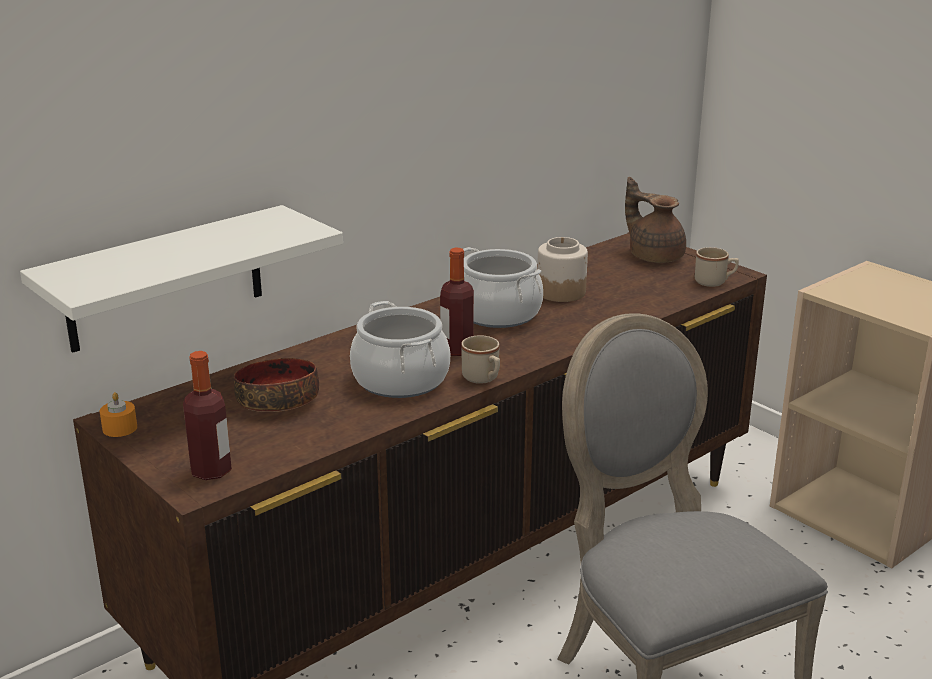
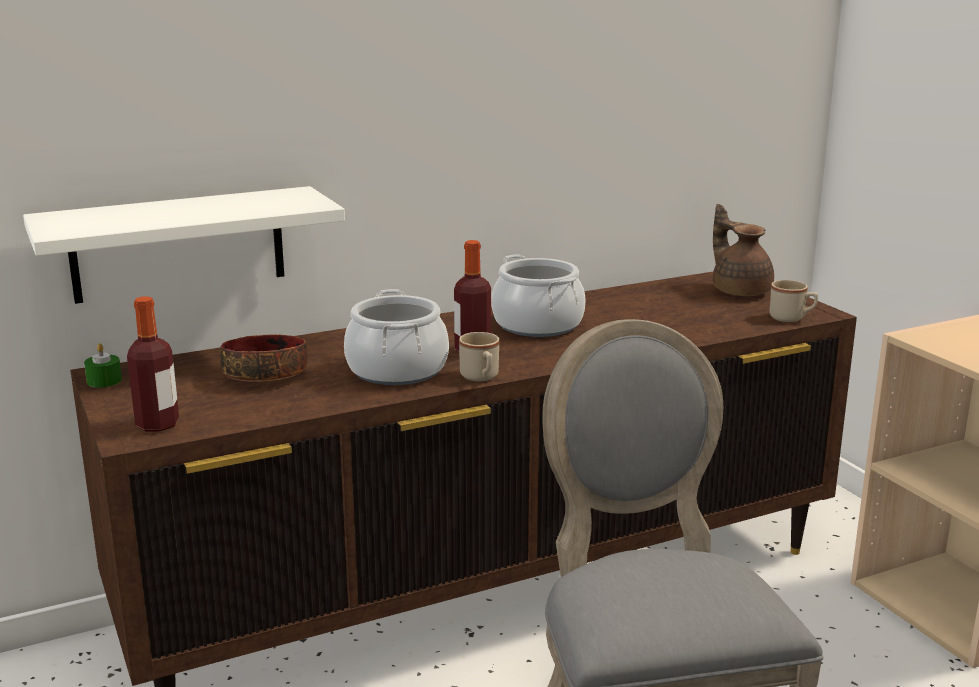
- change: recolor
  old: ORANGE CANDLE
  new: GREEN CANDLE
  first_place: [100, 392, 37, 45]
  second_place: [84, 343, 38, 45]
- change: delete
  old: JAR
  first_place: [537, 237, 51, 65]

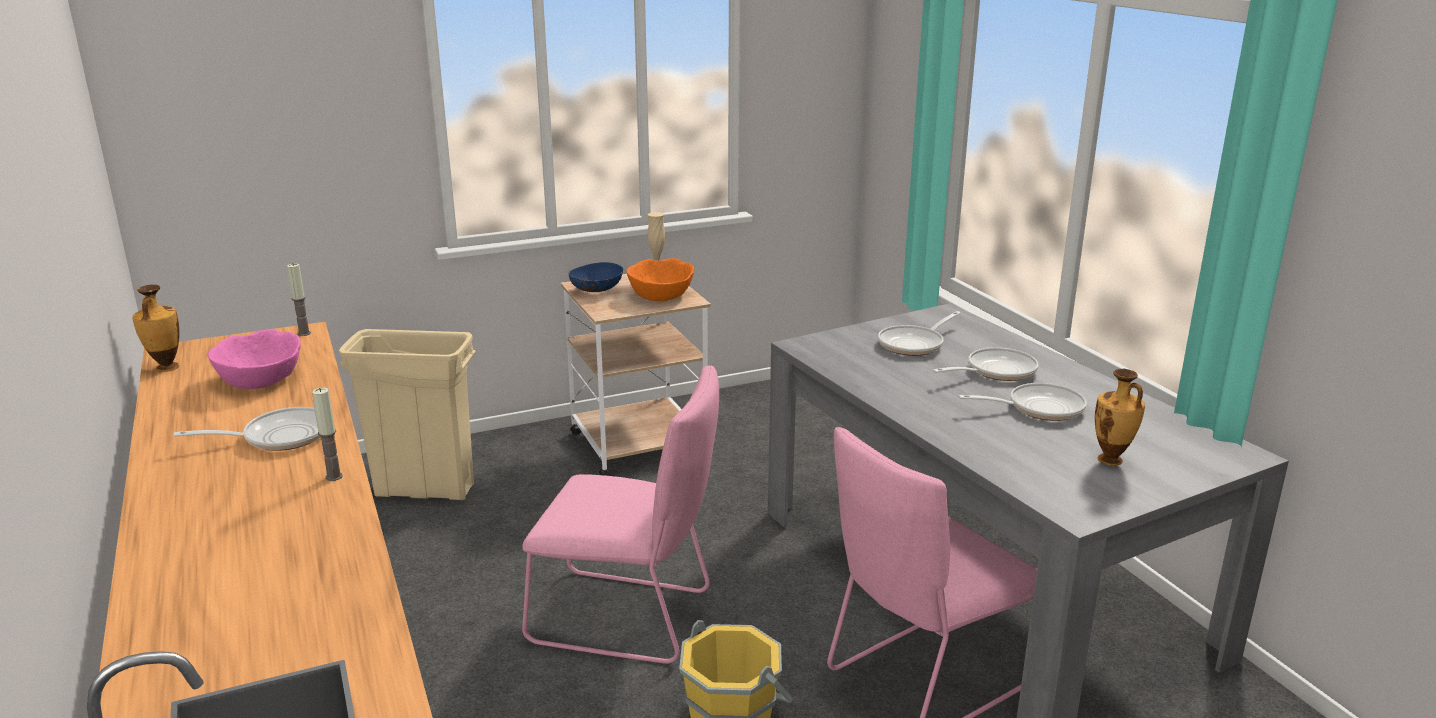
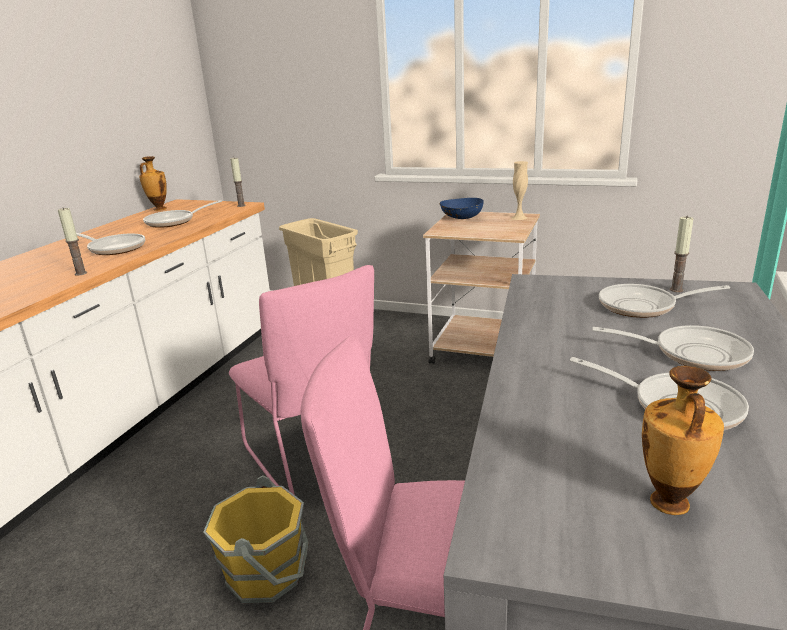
- change: replace
  old: PINK BOWL
  new: FRYING PAN
  first_place: [207, 329, 94, 60]
  second_place: [143, 200, 79, 28]
- change: insert
  new: CANDLE
  second_place: [670, 217, 23, 75]
- change: delete
  old: ORANGE BOWL
  first_place: [627, 258, 67, 43]

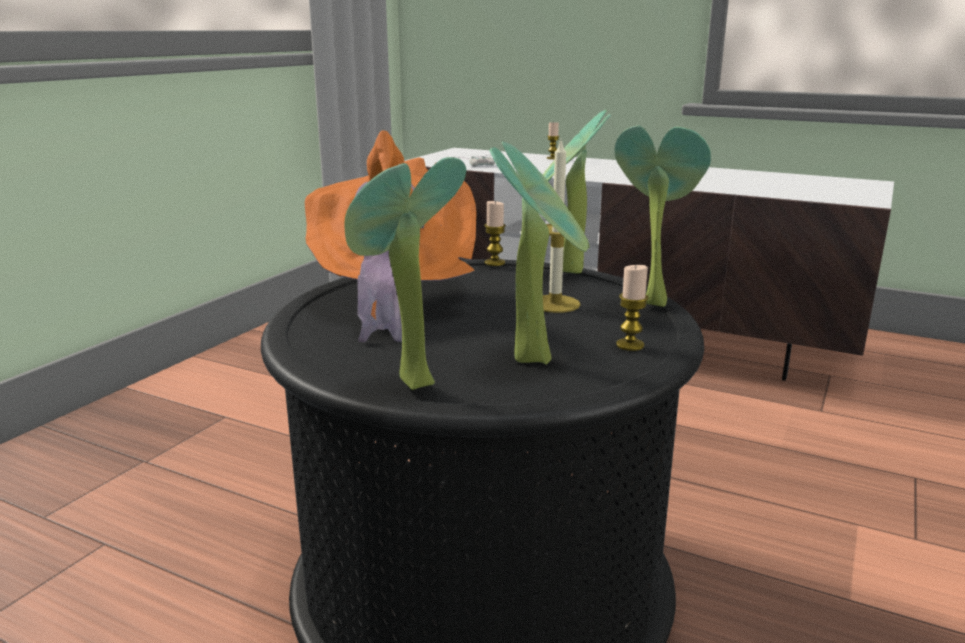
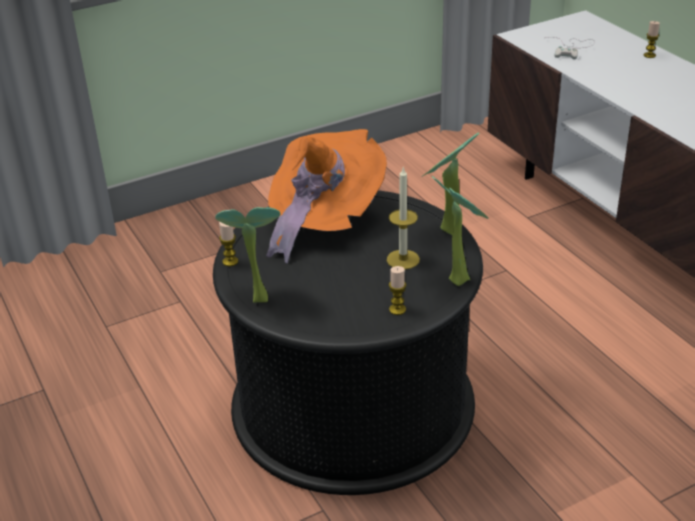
- change: move
  old: CANDLE
  first_place: [484, 201, 22, 65]
  second_place: [219, 222, 19, 44]
- change: delete
  old: POTTED PLANT
  first_place: [489, 141, 101, 224]

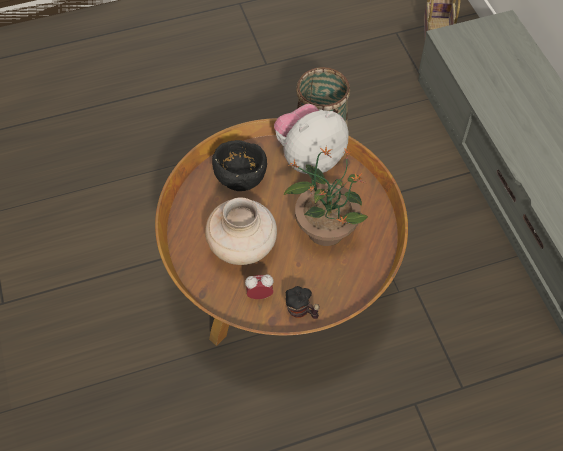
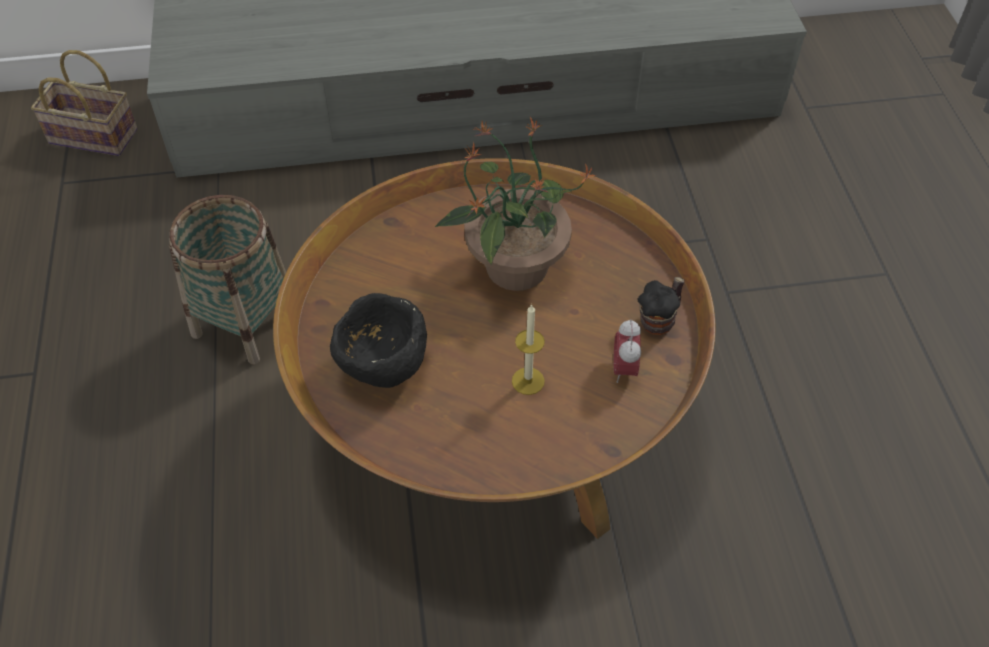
- change: replace
  old: BEIGE VASE
  new: CANDLE
  first_place: [205, 197, 72, 68]
  second_place: [512, 304, 33, 91]
- change: delete
  old: PLUSH TOY
  first_place: [274, 104, 75, 70]

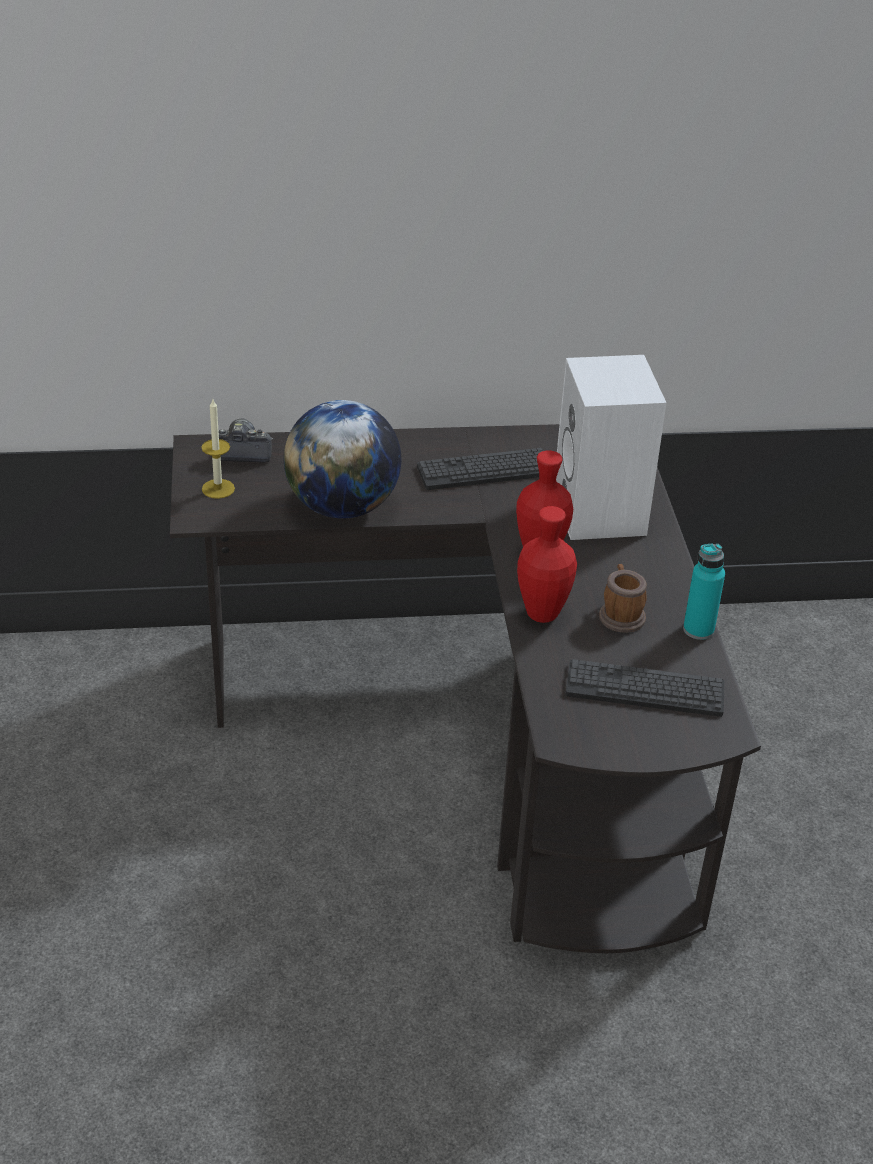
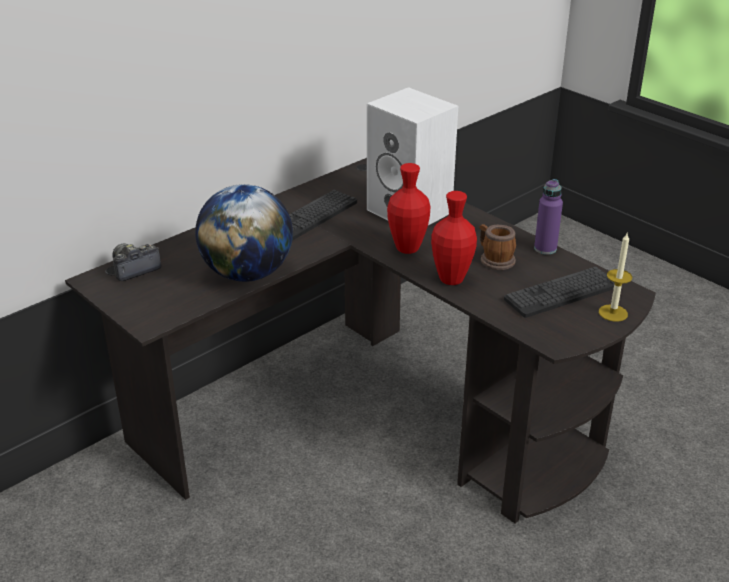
- change: recolor
  old: TURQUOISE BOTTLE
  new: PURPLE BOTTLE
  first_place: [683, 543, 42, 97]
  second_place: [534, 179, 29, 76]
- change: move
  old: CANDLE
  first_place: [201, 399, 34, 100]
  second_place: [599, 233, 33, 89]

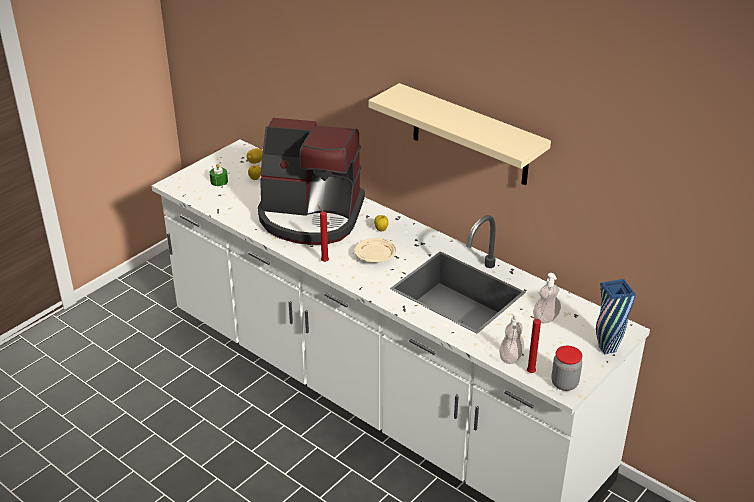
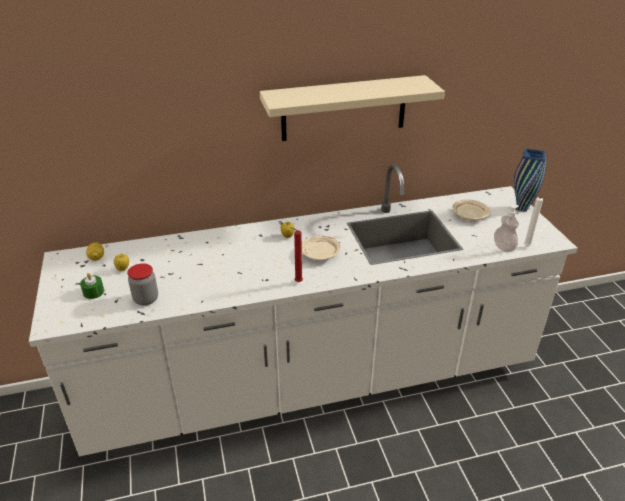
- change: move
  old: JAR
  first_place: [551, 346, 31, 45]
  second_place: [127, 263, 31, 43]
- change: replace
  old: SOAP DISPENSER
  new: BEIGE PLATE
  first_place: [533, 273, 28, 50]
  second_place: [452, 199, 38, 22]
- change: recolor
  old: RED CANDLE
  new: WHITE CANDLE
  first_place: [527, 316, 14, 57]
  second_place: [524, 196, 19, 51]
- change: delete
  old: COFFEE MACHINE
  first_place: [258, 118, 107, 127]

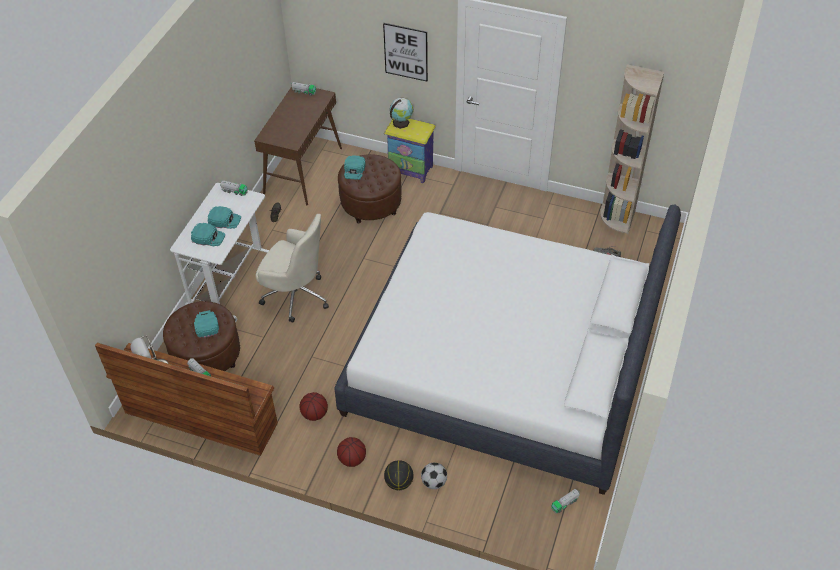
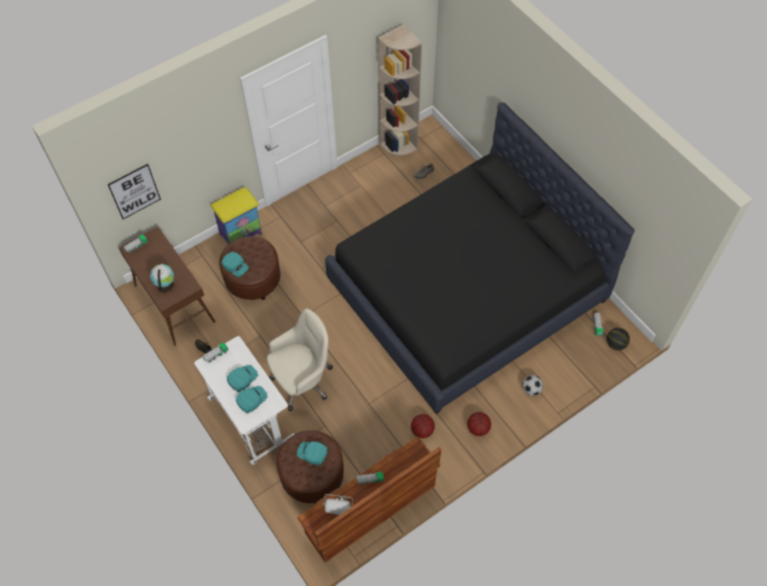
- change: move
  old: PICTURE
  first_place: [383, 23, 45, 58]
  second_place: [108, 164, 53, 55]
- change: move
  old: GLOBE
  first_place: [390, 98, 24, 31]
  second_place: [150, 264, 24, 29]
- change: recolor
  old: WHITE BED
  new: BLACK BED
  first_place: [334, 205, 347, 290]
  second_place: [325, 102, 310, 312]
- change: move
  old: BASKETBALL
  first_place: [384, 460, 30, 30]
  second_place: [607, 328, 23, 22]

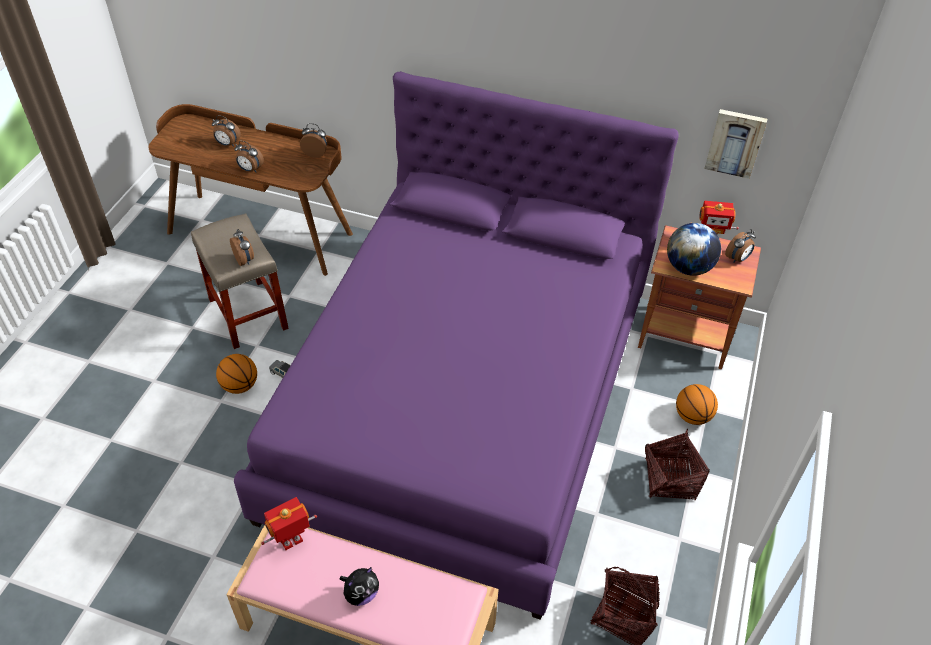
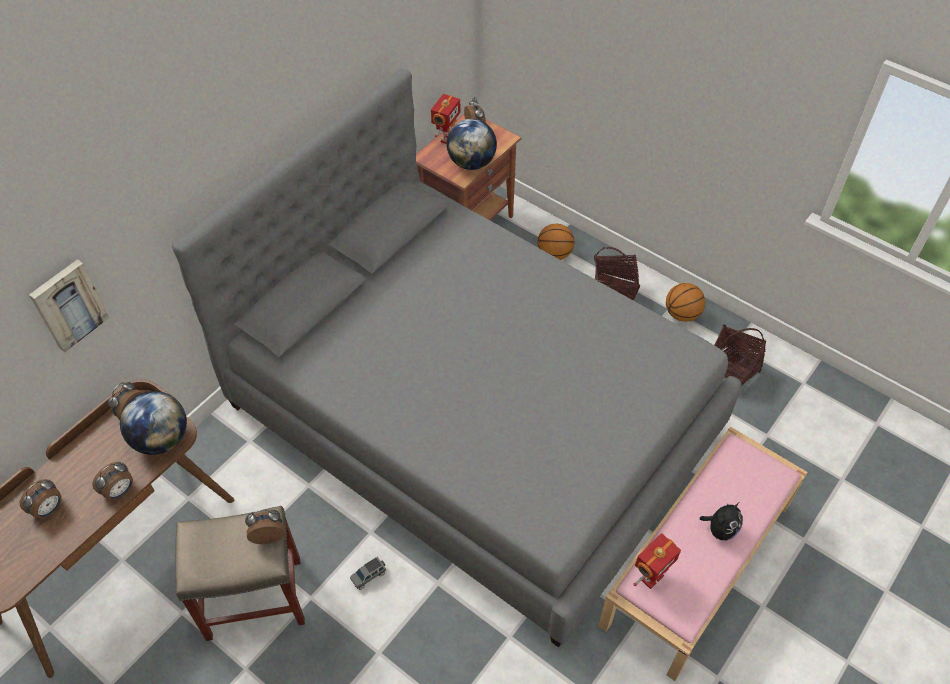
- change: move
  old: PICTURE
  first_place: [704, 109, 63, 70]
  second_place: [29, 259, 80, 93]
- change: insert
  new: GLOBE
  second_place: [120, 391, 67, 64]
- change: recolor
  old: PURPLE BED
  new: GREY BED
  first_place: [234, 71, 445, 549]
  second_place: [172, 69, 570, 578]
- change: rotate
  old: TOY ROBOT
  first_place: [261, 497, 56, 53]
  second_place: [633, 533, 48, 56]
  degrees: -120
- change: move
  old: BASKETBALL
  first_place: [216, 354, 41, 40]
  second_place: [666, 283, 39, 39]
- change: rotate
  old: PLUSH TOY
  first_place: [340, 567, 39, 39]
  second_place: [700, 502, 43, 38]
  degrees: 60

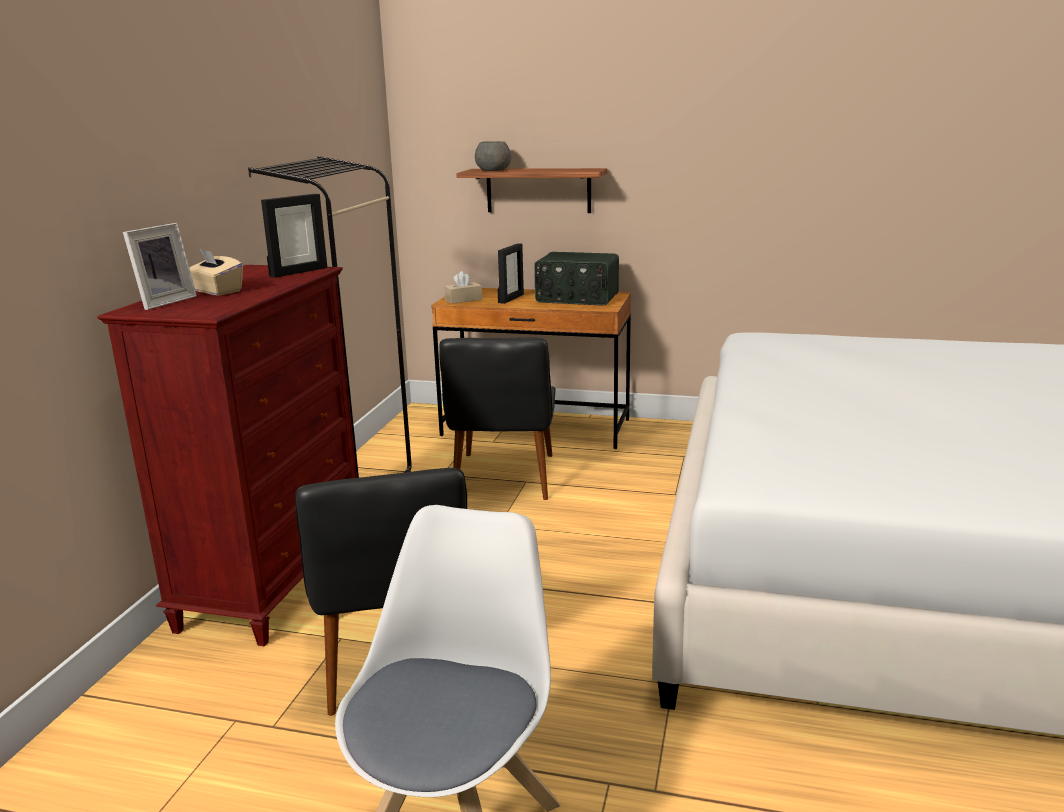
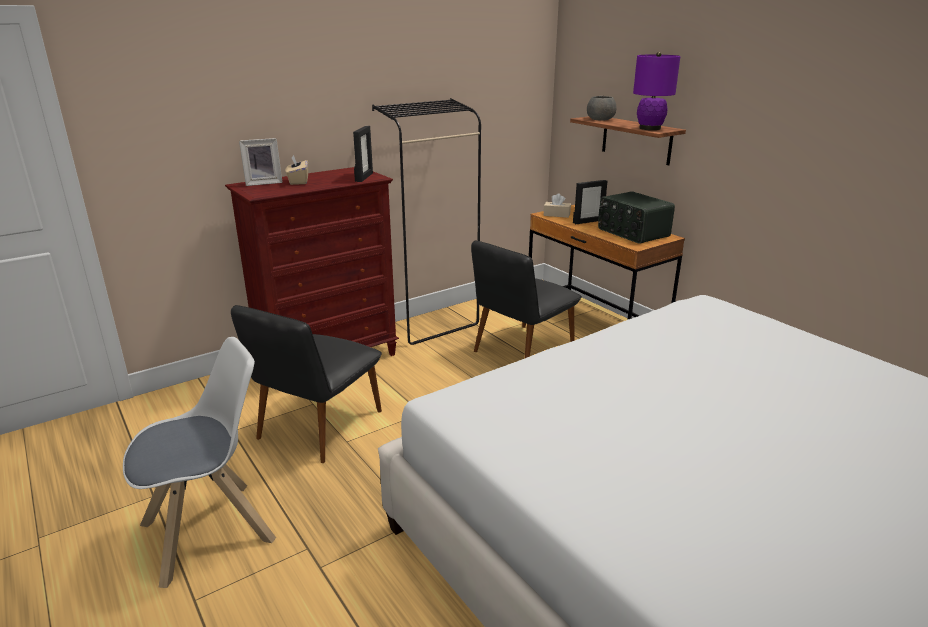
- change: rotate
  old: PICTURE FRAME
  first_place: [261, 194, 66, 84]
  second_place: [353, 126, 20, 56]
  degrees: -75
- change: insert
  new: PURPLE TABLE LAMP
  second_place: [633, 52, 47, 78]

